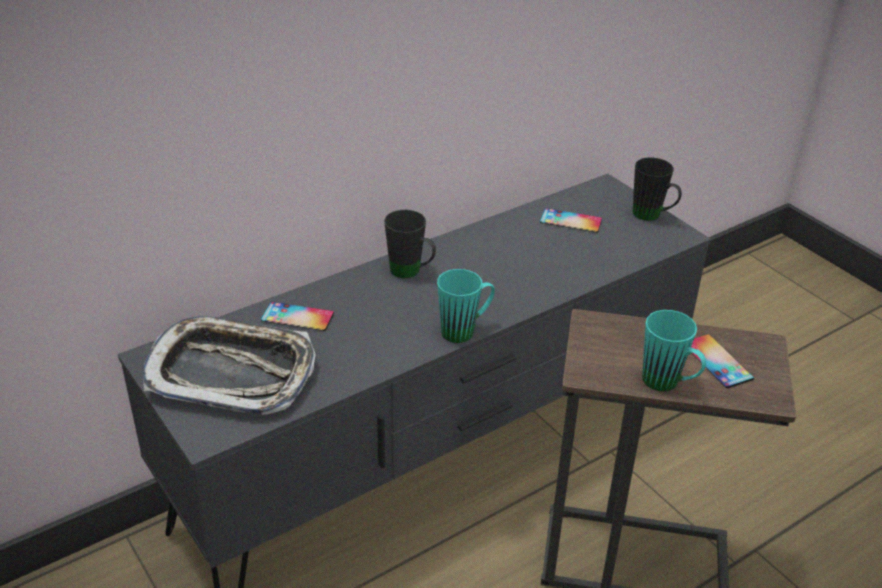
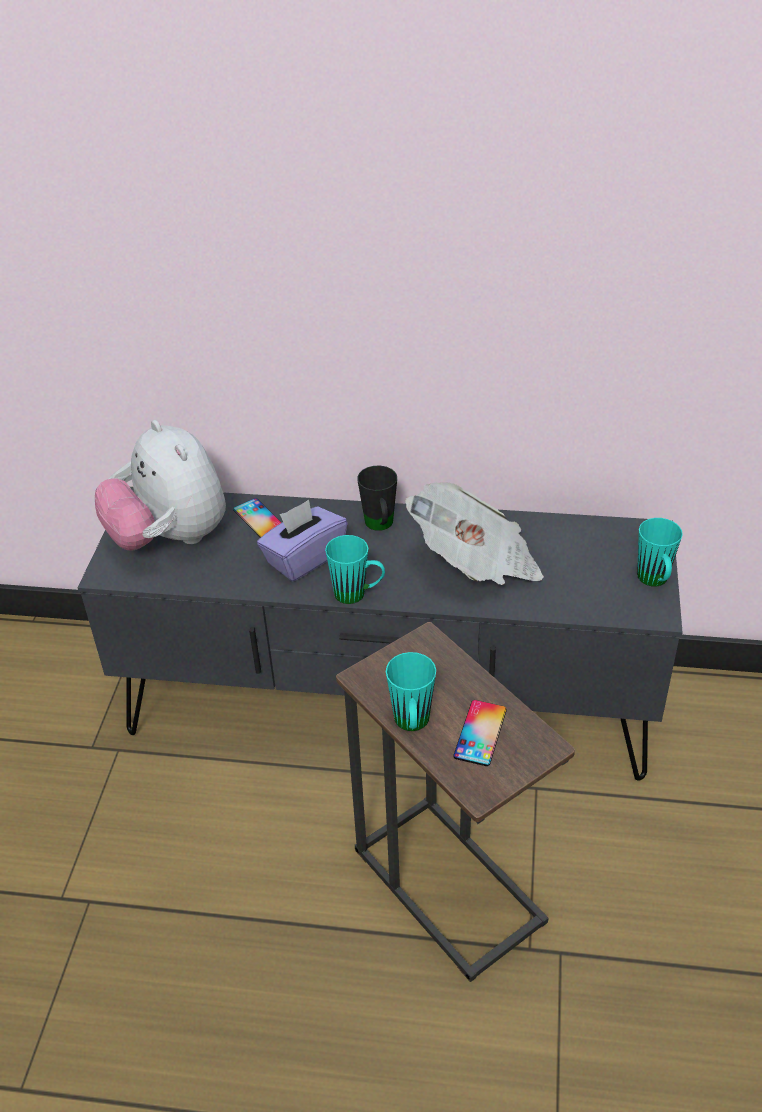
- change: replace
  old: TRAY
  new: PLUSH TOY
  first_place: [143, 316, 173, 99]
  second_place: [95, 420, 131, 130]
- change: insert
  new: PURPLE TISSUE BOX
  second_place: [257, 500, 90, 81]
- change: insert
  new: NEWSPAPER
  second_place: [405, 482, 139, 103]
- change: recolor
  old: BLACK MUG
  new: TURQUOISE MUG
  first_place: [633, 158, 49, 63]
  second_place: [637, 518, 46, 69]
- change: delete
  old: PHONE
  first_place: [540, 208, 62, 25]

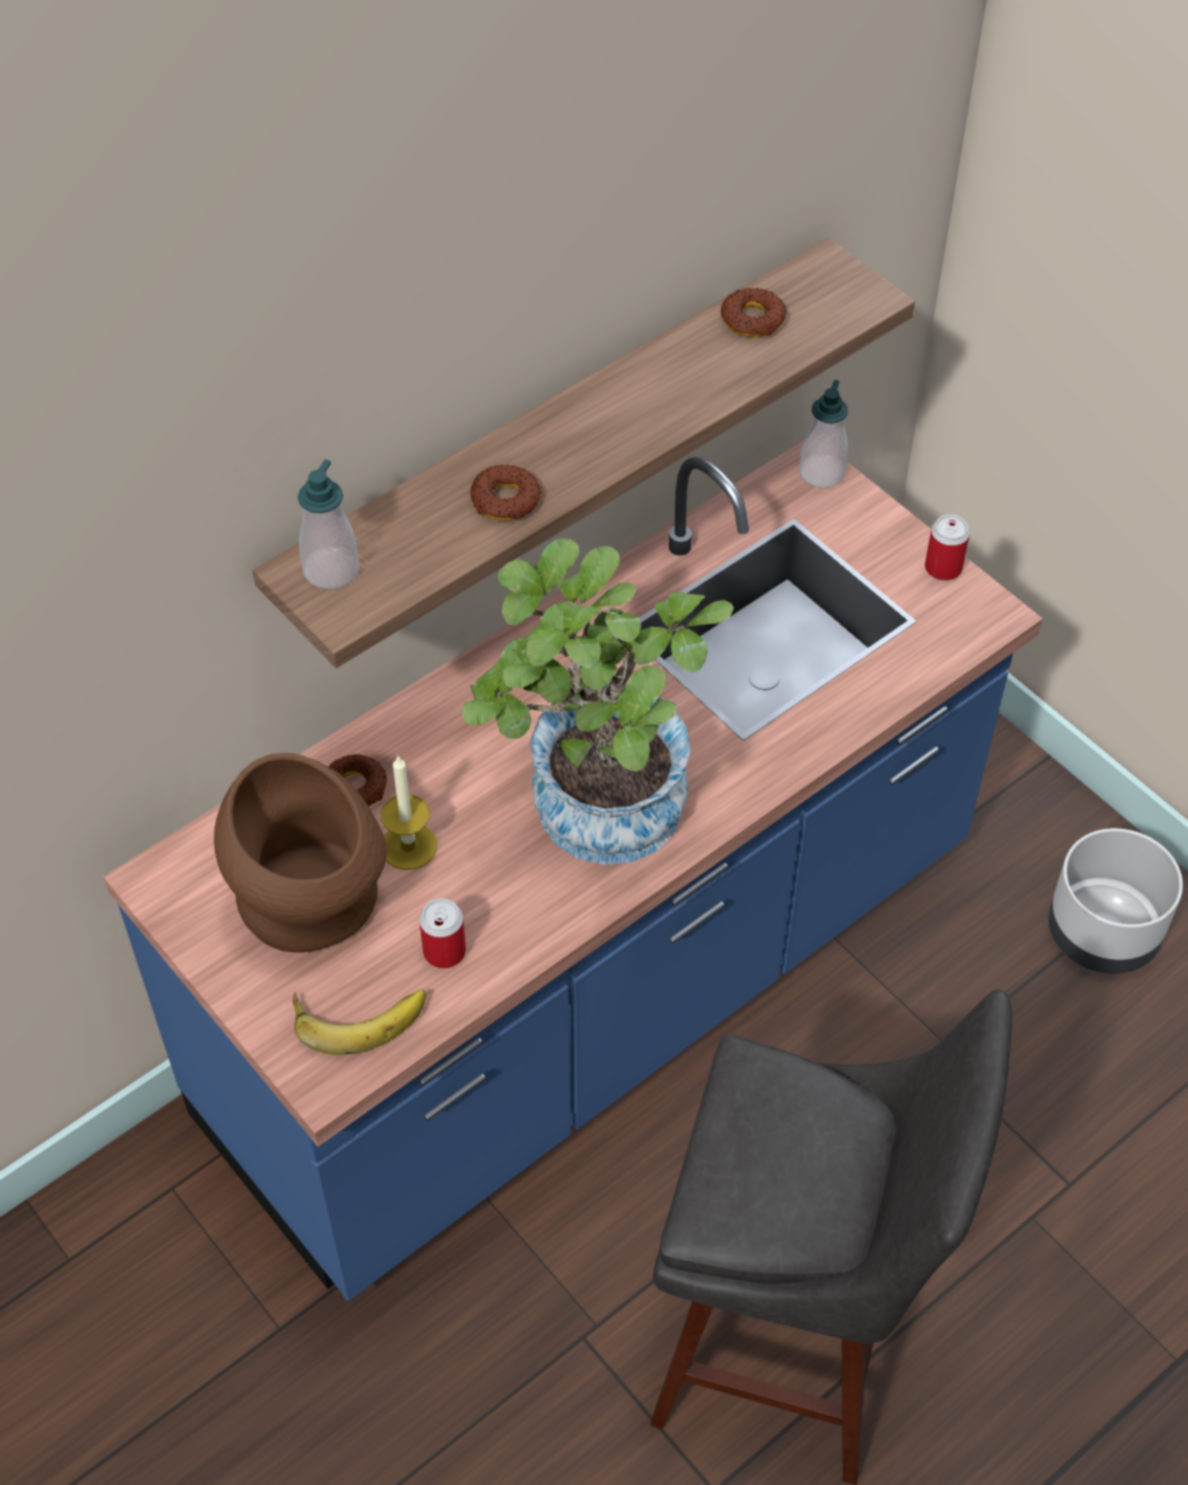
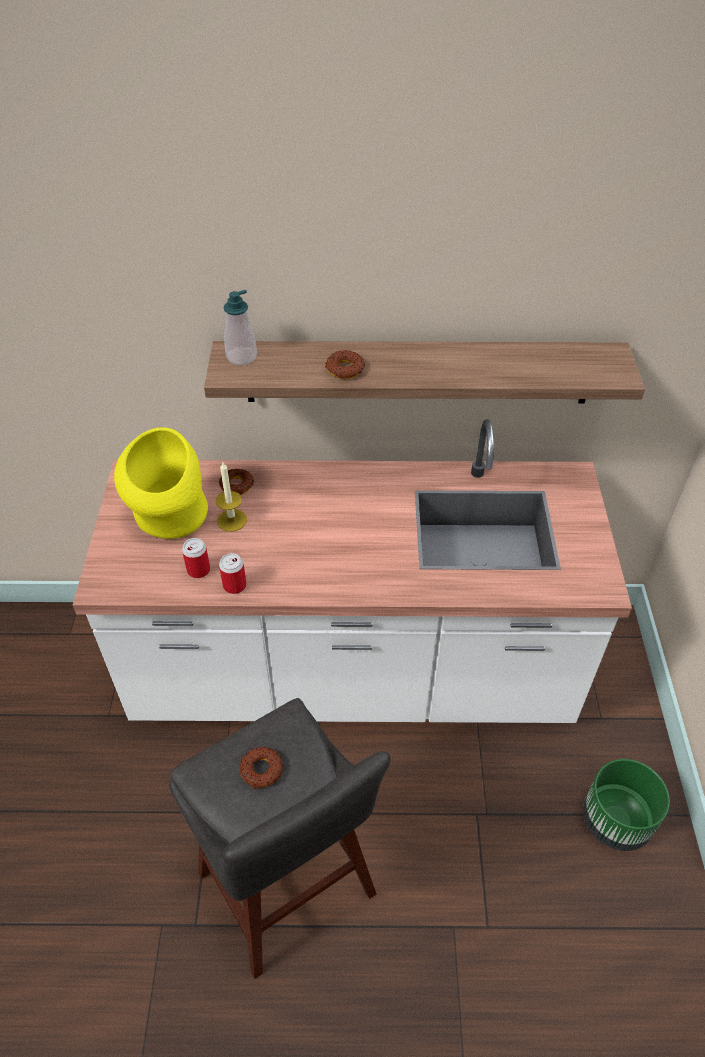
- change: recolor
  old: BLUE COUNTER
  new: WHITE COUNTER
  first_place: [103, 440, 940, 861]
  second_place: [73, 419, 559, 304]
- change: recolor
  old: BROWN VASE
  new: YELLOW VASE
  first_place: [214, 753, 173, 200]
  second_place: [114, 427, 94, 112]
- change: move
  old: CAN
  first_place: [925, 514, 45, 67]
  second_place: [219, 553, 28, 41]
- change: move
  old: DONUT
  first_place: [721, 288, 66, 49]
  second_place: [239, 747, 44, 42]
- change: recolor
  old: GREY PLANTER
  new: GREEN PLANTER
  first_place: [1048, 828, 135, 146]
  second_place: [583, 759, 87, 92]
- change: delete
  old: BANANA
  first_place: [292, 989, 134, 66]
- change: delete
  old: POTTED PLANT
  first_place: [461, 538, 273, 327]
- change: delete
  old: SOAP DISPENSER
  first_place: [799, 380, 49, 108]

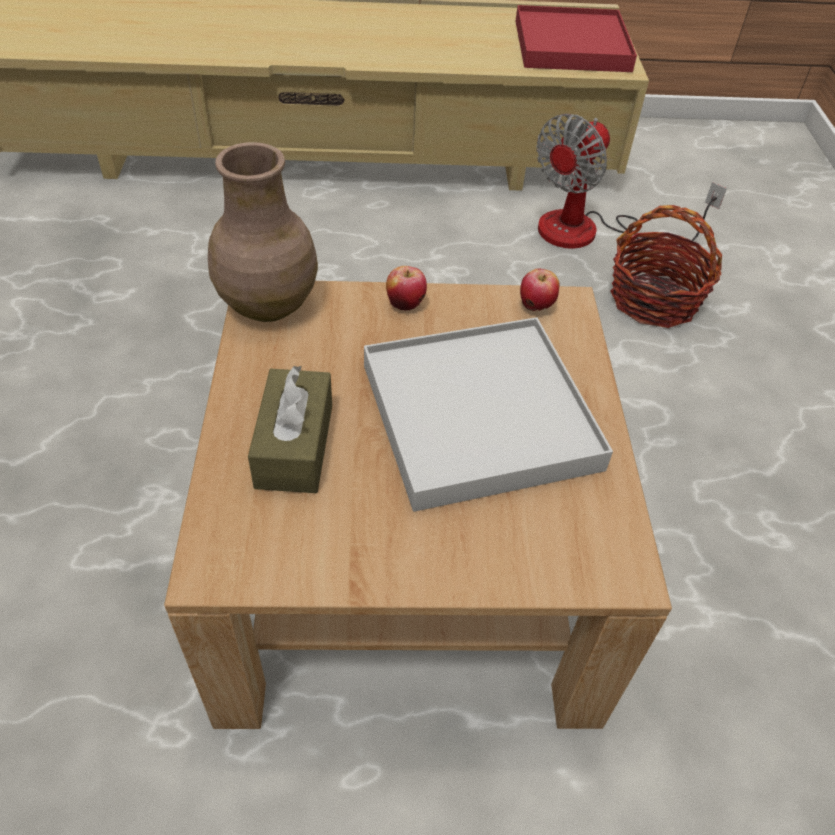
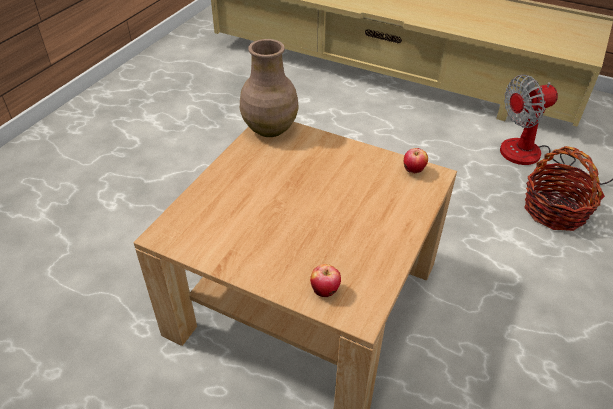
- change: move
  old: APPLE
  first_place: [386, 266, 41, 45]
  second_place: [310, 264, 31, 33]
- change: delete
  old: BROWN TISSUE BOX
  first_place: [248, 366, 84, 127]
- change: delete
  old: WHITE TRAY
  first_place: [364, 317, 249, 195]
- change: delete
  old: RED TRAY
  first_place: [516, 5, 121, 67]

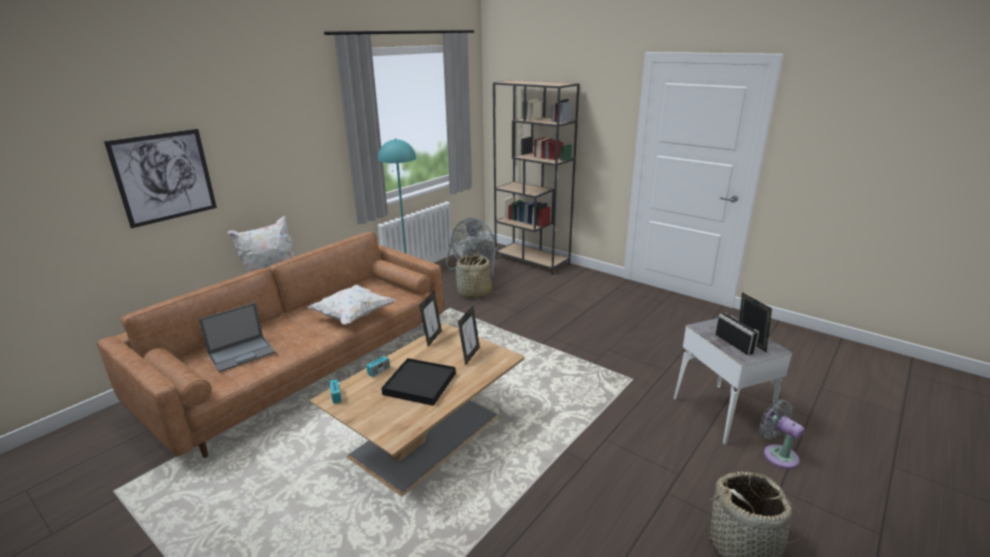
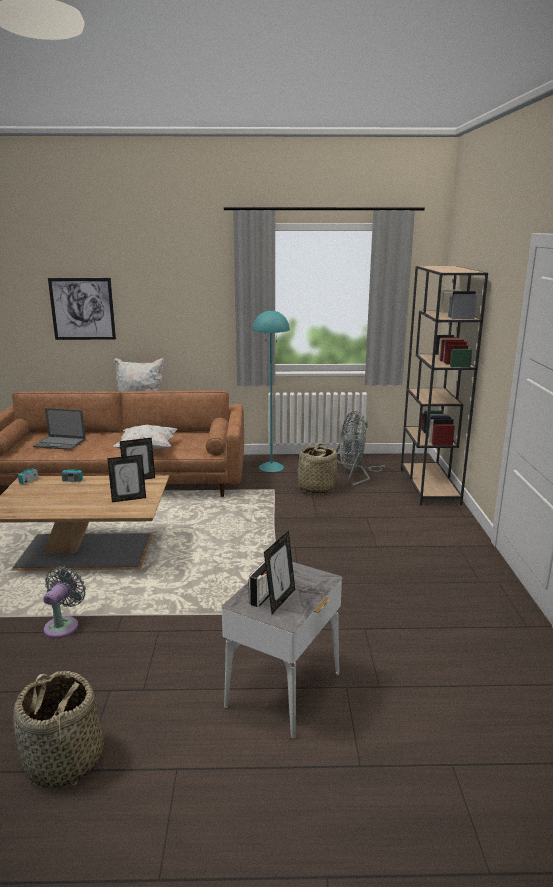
- change: move
  old: GREY FAN
  first_place: [759, 400, 46, 69]
  second_place: [43, 566, 43, 72]
- change: delete
  old: BLACK TRAY
  first_place: [381, 358, 75, 48]

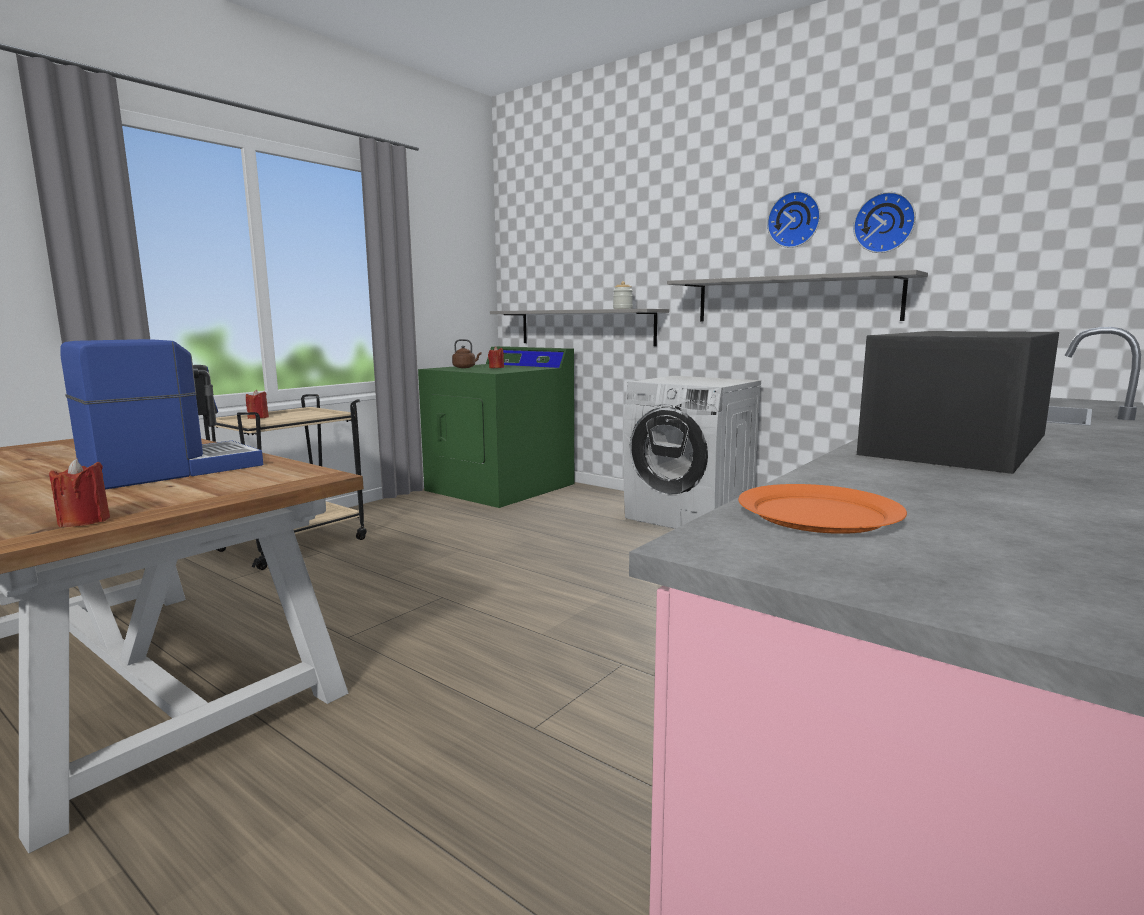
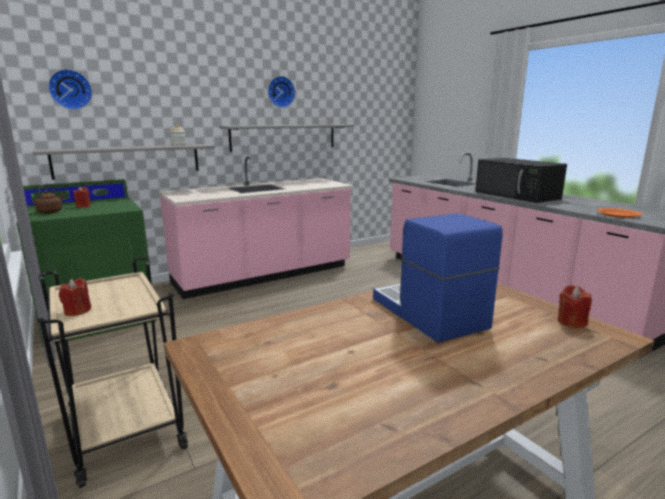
- change: move
  old: WALL CLOCK
  first_place: [853, 192, 63, 61]
  second_place: [48, 69, 45, 41]
- change: replace
  old: WHITE WASHING MACHINE
  new: PINK COUNTER
  first_place: [623, 376, 138, 153]
  second_place: [159, 156, 195, 143]

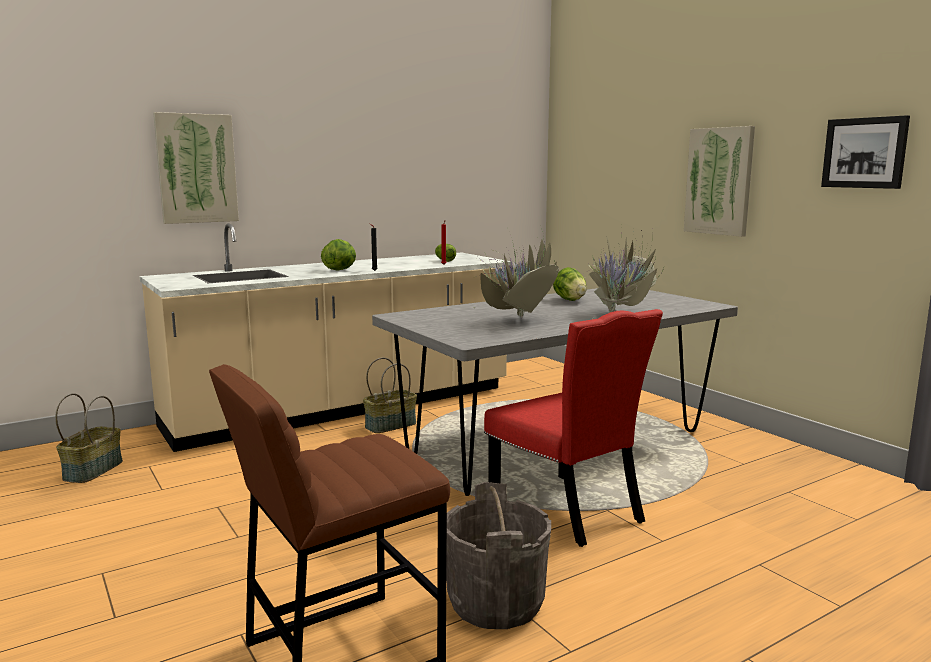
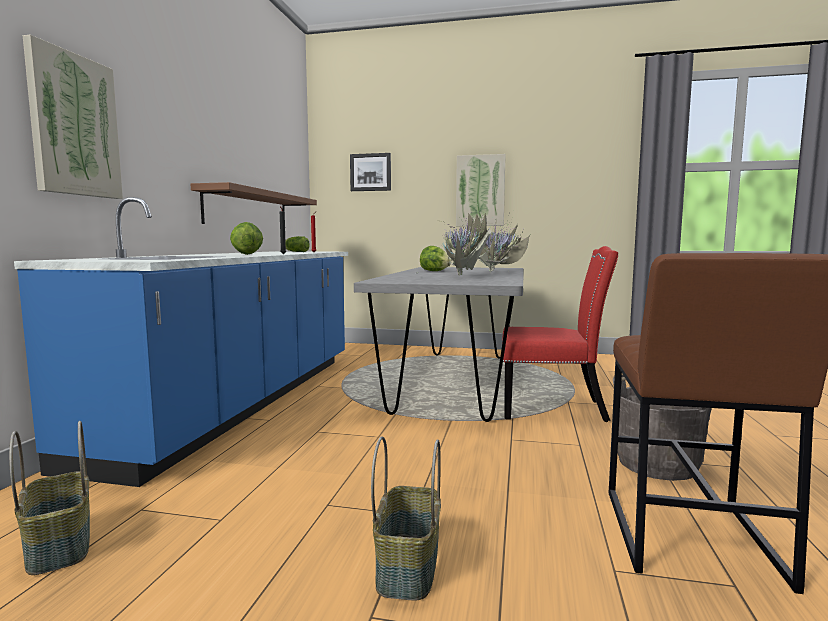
- change: recolor
  old: BEIGE COUNTER
  new: BLUE COUNTER
  first_place: [140, 223, 372, 229]
  second_place: [14, 197, 334, 290]
- change: insert
  new: BROWN SHELF
  second_place: [191, 182, 126, 42]
- change: move
  old: PICTURE
  first_place: [821, 115, 89, 74]
  second_place: [350, 153, 41, 38]
- change: move
  old: BASKET
  first_place: [363, 357, 54, 76]
  second_place: [371, 436, 70, 165]

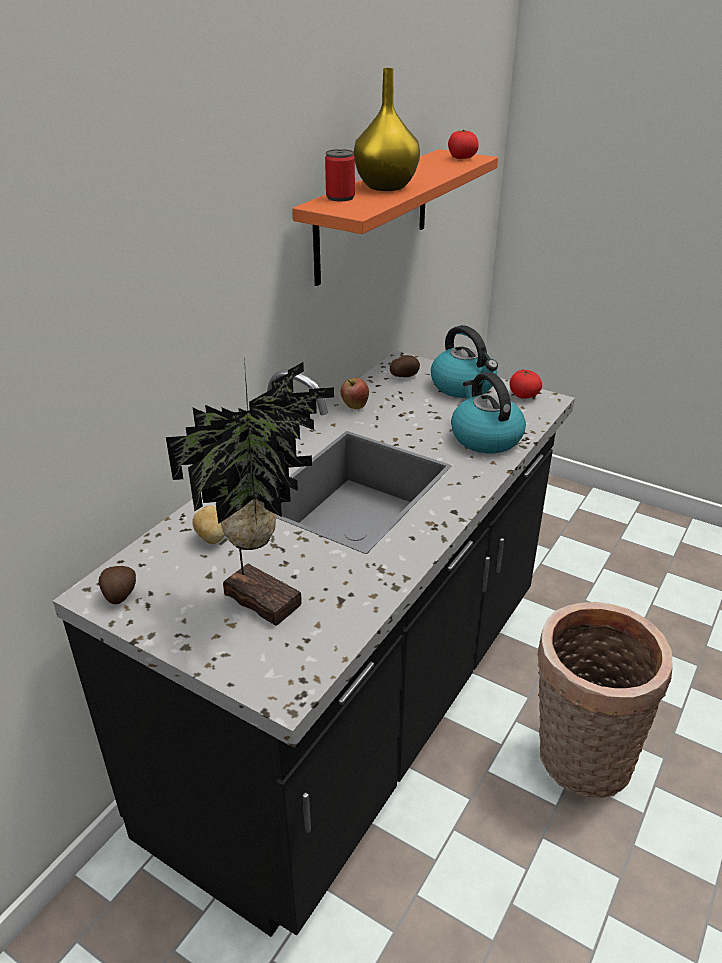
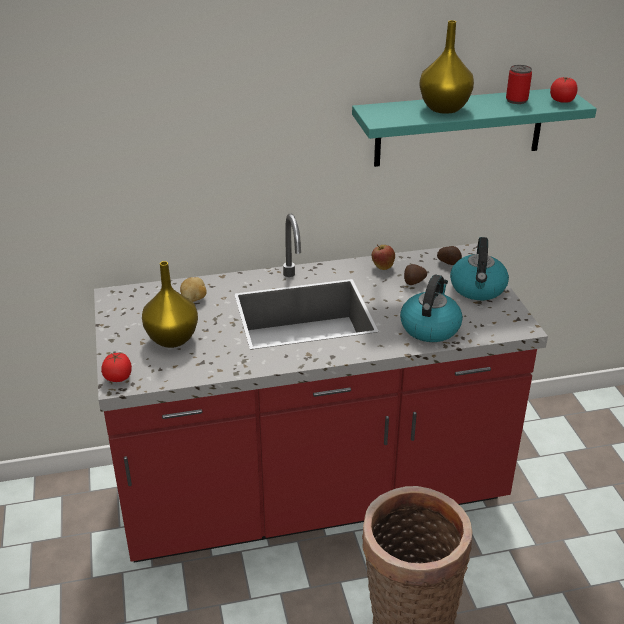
- change: recolor
  old: BLACK COUNTER
  new: RED COUNTER
  first_place: [53, 351, 522, 586]
  second_place: [94, 214, 454, 349]
- change: move
  old: TOMATO
  first_place: [509, 370, 33, 29]
  second_place: [101, 353, 31, 29]
- change: replace
  old: POTTED PLANT
  new: YELLOW VASE
  first_place: [166, 358, 168, 268]
  second_place: [142, 261, 56, 87]
- change: recolor
  old: ORANGE SHELF
  new: TURQUOISE SHELF
  first_place: [292, 149, 206, 137]
  second_place: [352, 89, 245, 78]
- change: move
  old: POTATO
  first_place: [99, 566, 37, 38]
  second_place: [404, 264, 23, 21]
- change: move
  old: CAN
  first_place: [325, 149, 30, 52]
  second_place: [506, 65, 26, 39]

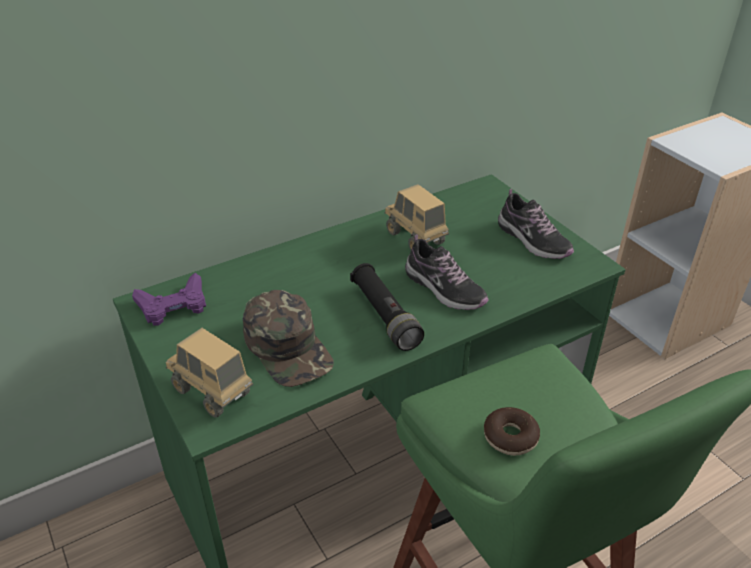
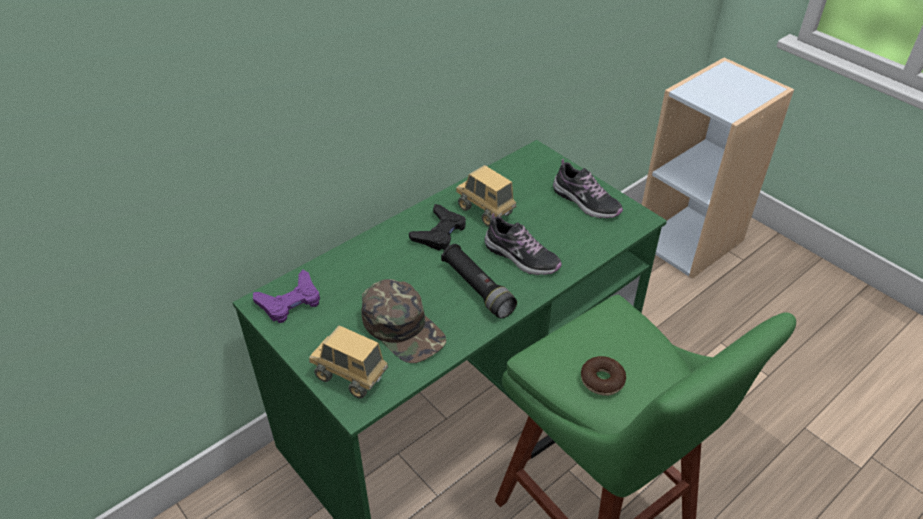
- change: insert
  new: BLACK GAME CONTROLLER
  second_place: [409, 204, 57, 47]

